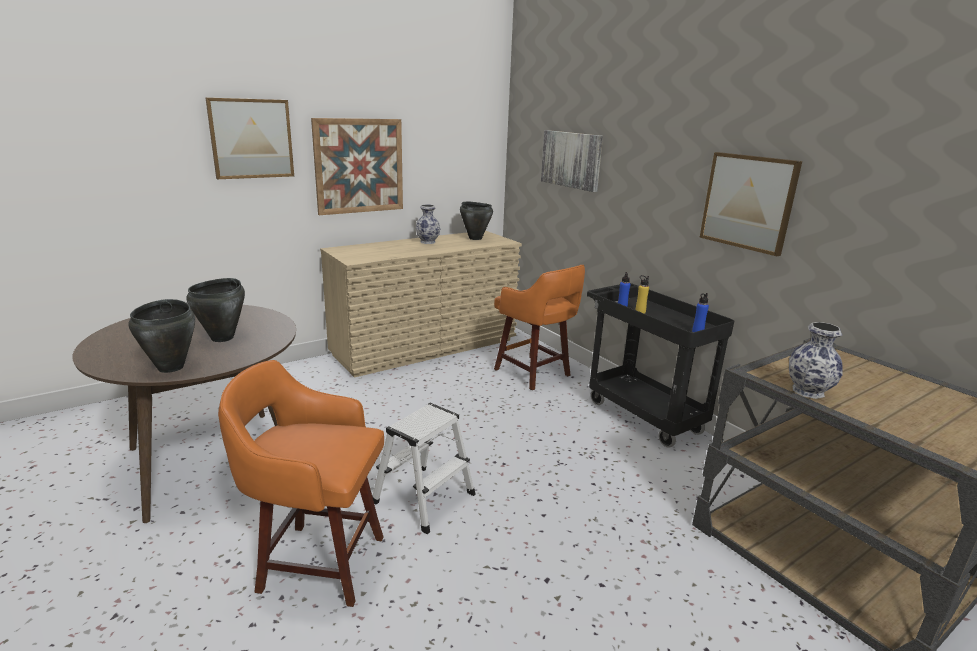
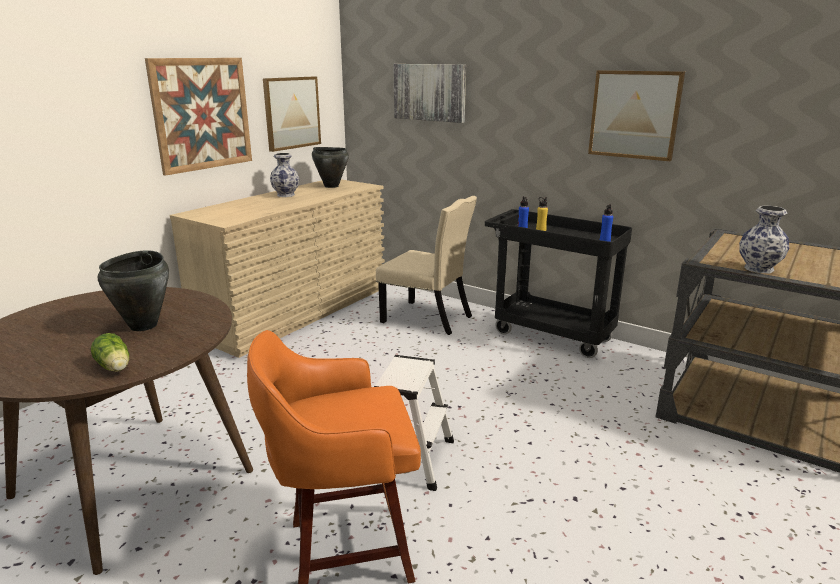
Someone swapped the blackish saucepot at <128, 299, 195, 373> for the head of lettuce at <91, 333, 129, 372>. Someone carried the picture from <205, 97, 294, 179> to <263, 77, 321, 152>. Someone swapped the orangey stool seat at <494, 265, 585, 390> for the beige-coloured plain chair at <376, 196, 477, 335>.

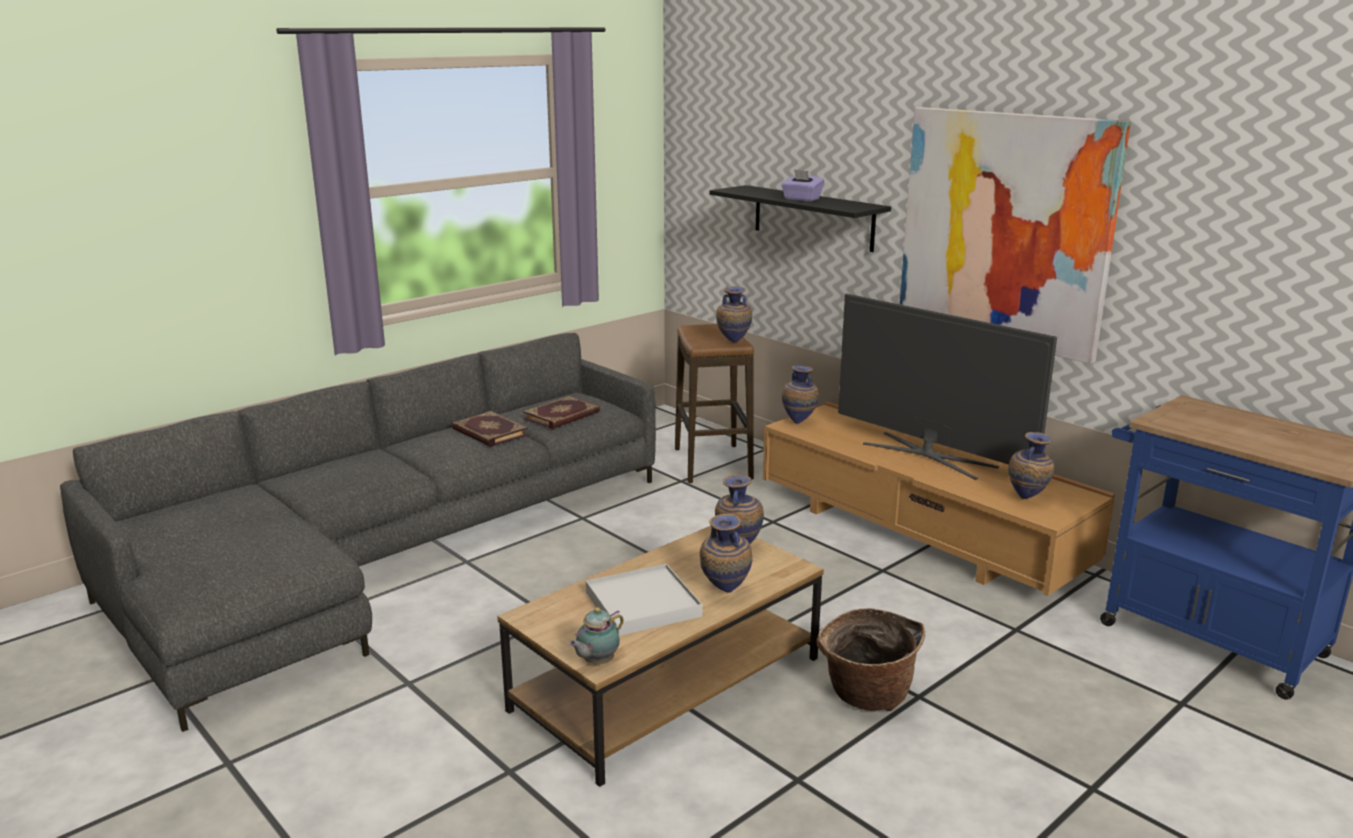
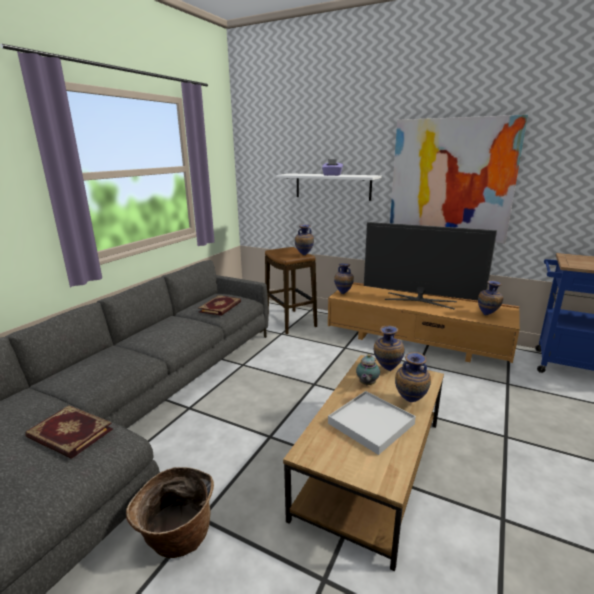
Someone carried the bound book from <452, 411, 529, 447> to <25, 405, 113, 459>. Someone carried the teapot from <569, 607, 624, 665> to <356, 354, 380, 385>. Someone repainted the blackish bracket shelf at <709, 185, 891, 252>, which became the whitish bracket shelf at <276, 173, 382, 201>. Someone carried the storage basket from <817, 608, 925, 711> to <126, 467, 214, 558>.

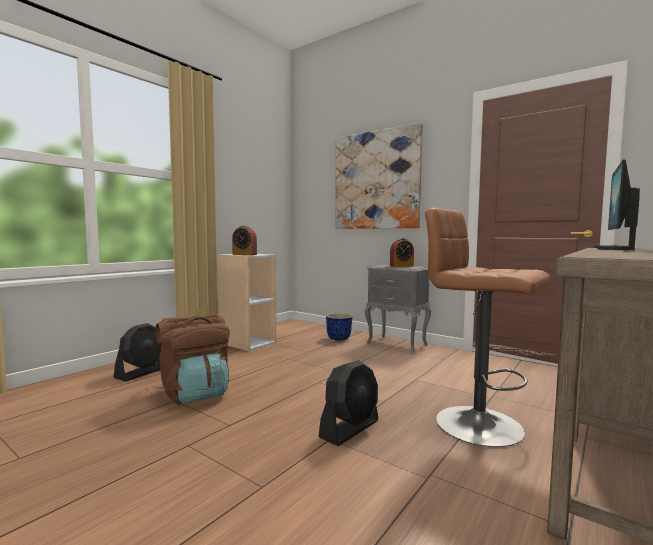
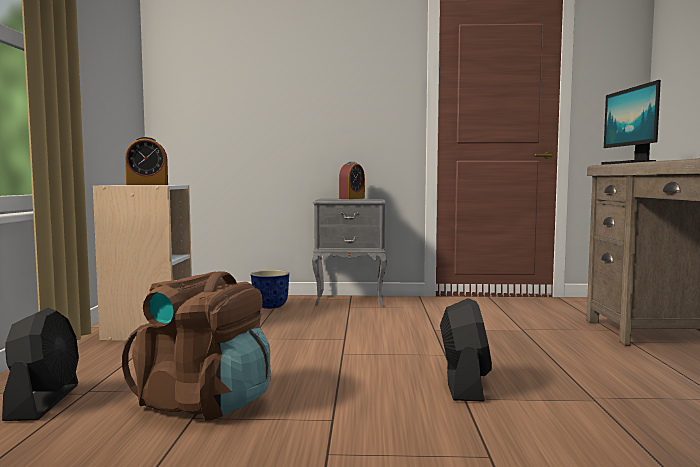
Someone took away the picture at <335, 123, 423, 229>. Someone took away the brown-coloured stool seat at <425, 208, 550, 447>.

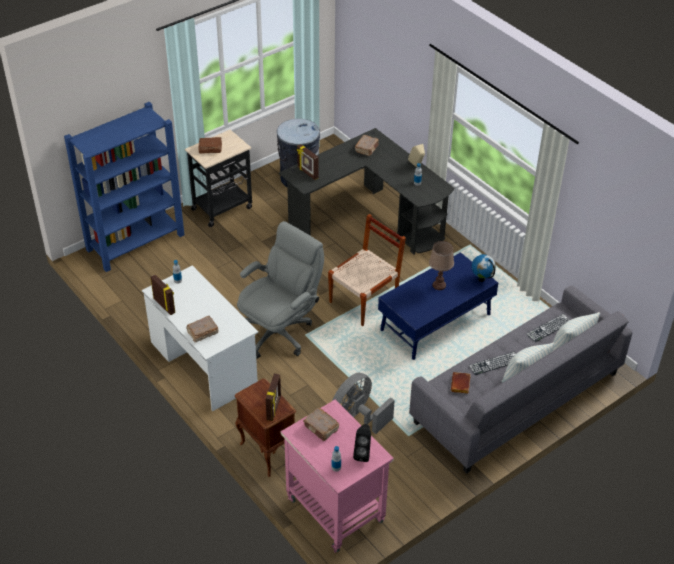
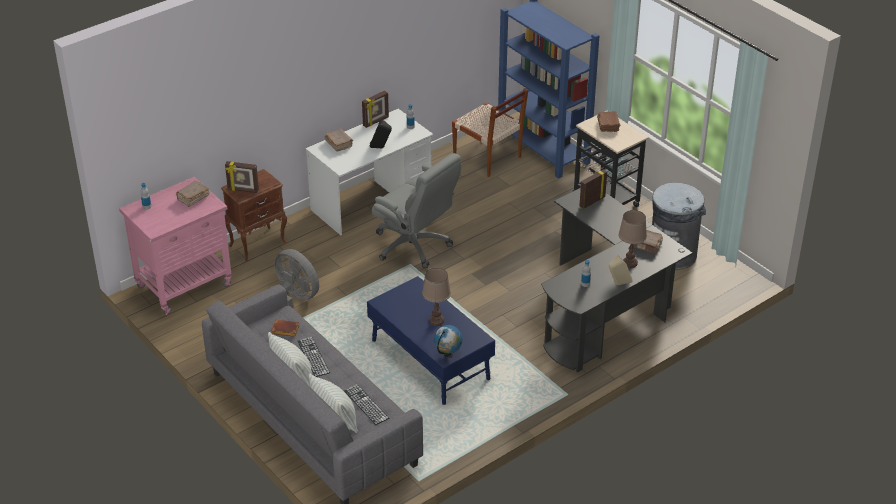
Someone carried the plain chair from <328, 214, 406, 326> to <452, 88, 528, 177>. Someone carried the blackish speaker from <353, 424, 371, 462> to <370, 120, 392, 148>. Someone put down the brown-coloured table lamp at <618, 210, 647, 268>.

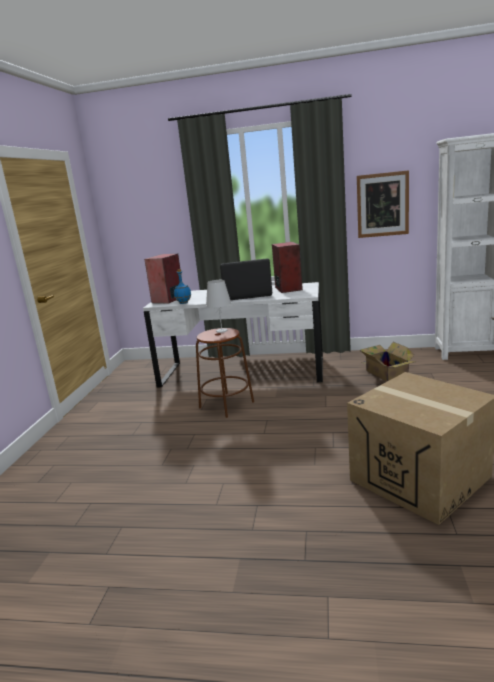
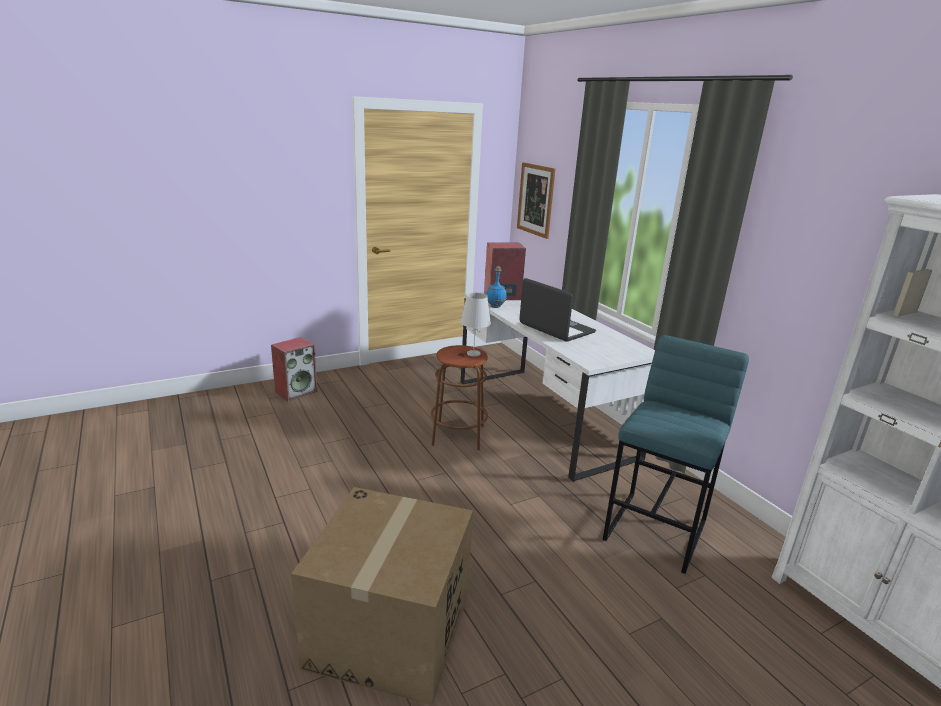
Someone carried the speaker from <272, 242, 303, 293> to <271, 337, 317, 402>. Someone carried the picture from <357, 170, 409, 238> to <517, 162, 555, 239>. Someone swapped the carton at <359, 342, 414, 382> for the turquoise stool seat at <603, 335, 749, 574>.

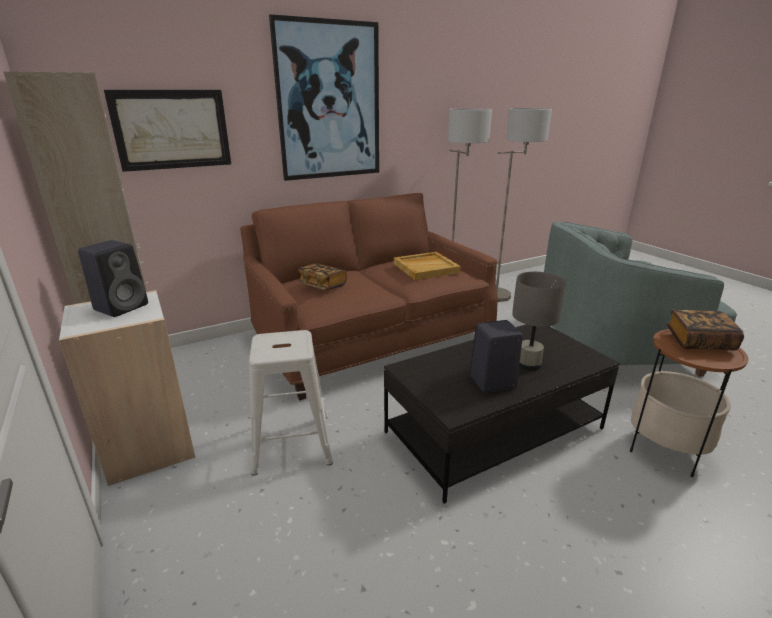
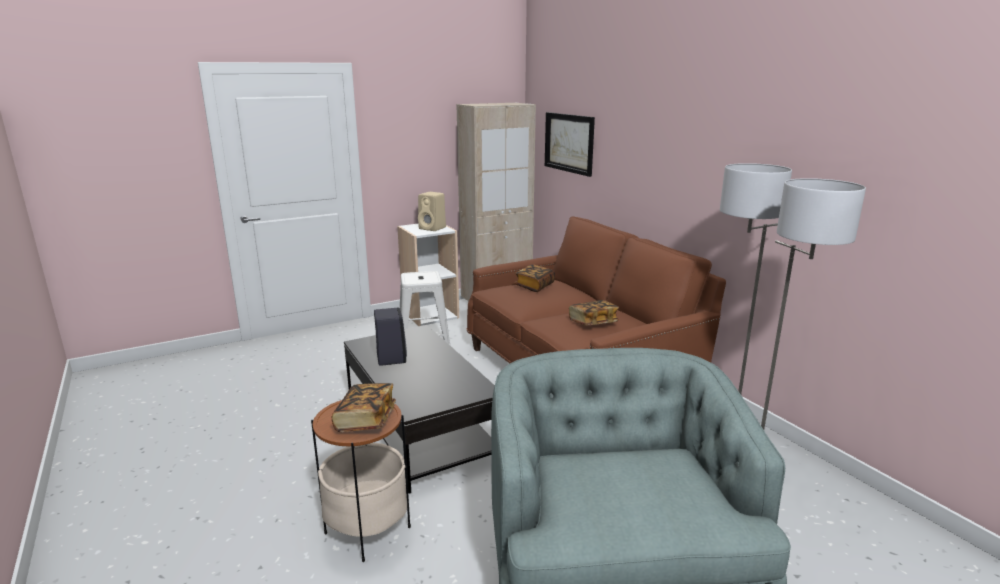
Someone repainted the blackish speaker at <78, 240, 148, 317>, which became the beige-coloured speaker at <418, 192, 446, 231>. Someone took away the picture at <269, 14, 379, 181>. Someone swapped the beige-coloured carrying tray at <394, 252, 461, 280> for the bound book at <569, 300, 619, 326>. Someone took away the grey table lamp at <512, 272, 566, 371>.

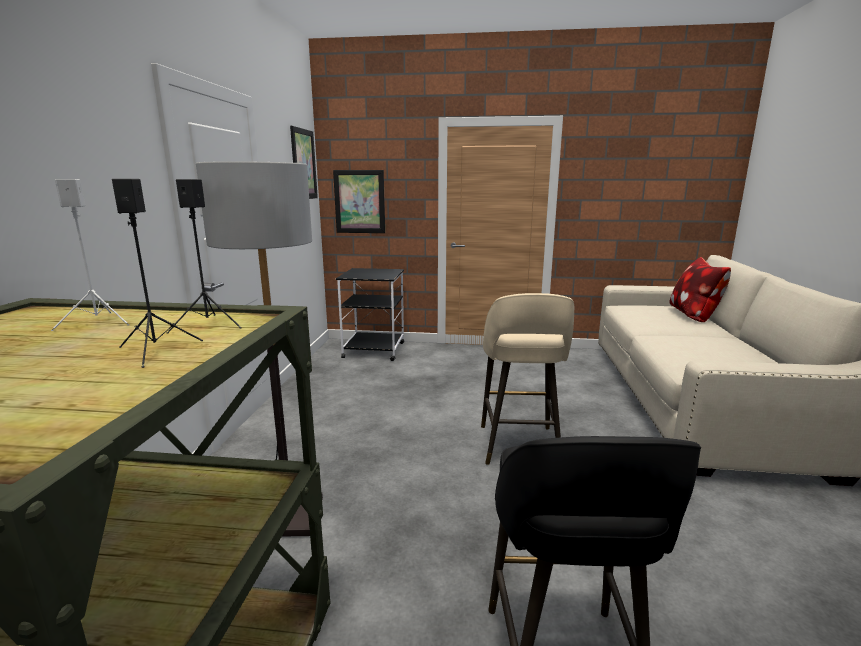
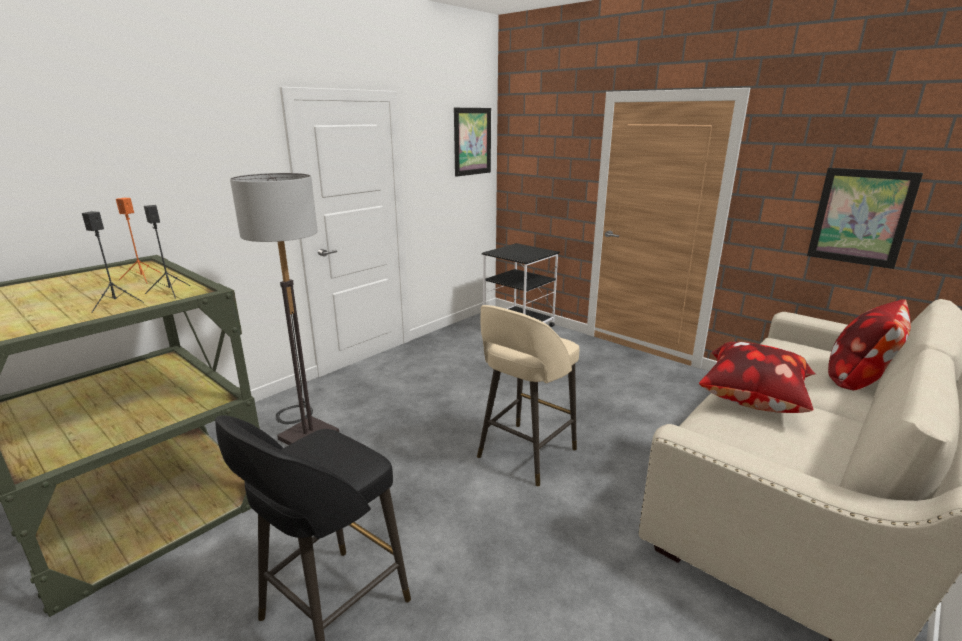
Someone repainted the whitish speaker at <51, 179, 130, 331>, which became the orangey speaker at <116, 198, 161, 284>. Someone carried the picture from <333, 170, 385, 233> to <807, 168, 923, 269>. Someone put down the pillow at <699, 342, 816, 413>.

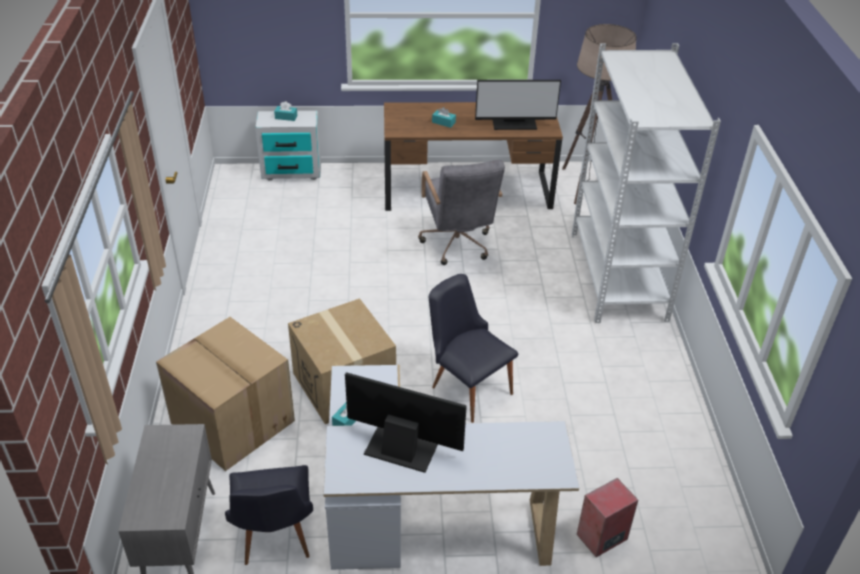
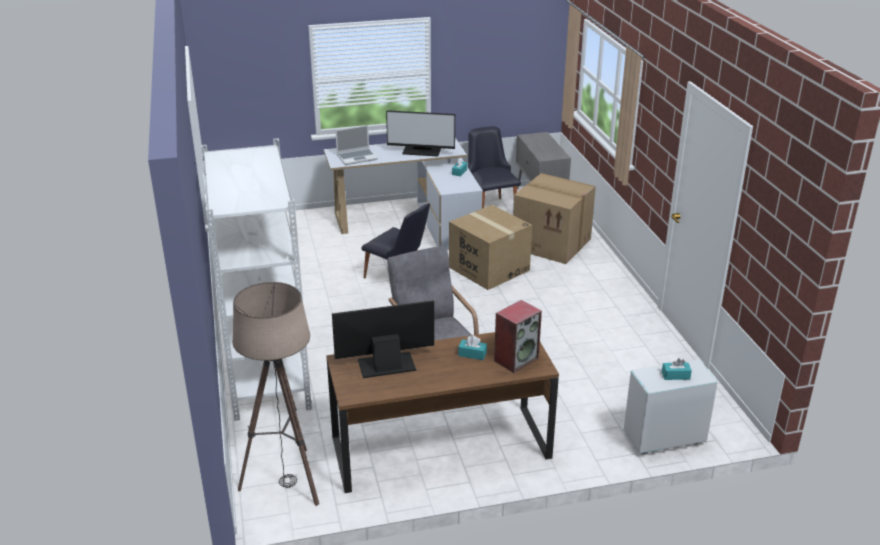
Someone carried the speaker from <577, 478, 638, 557> to <494, 300, 542, 373>. Someone put down the notebook computer at <335, 125, 378, 165>.

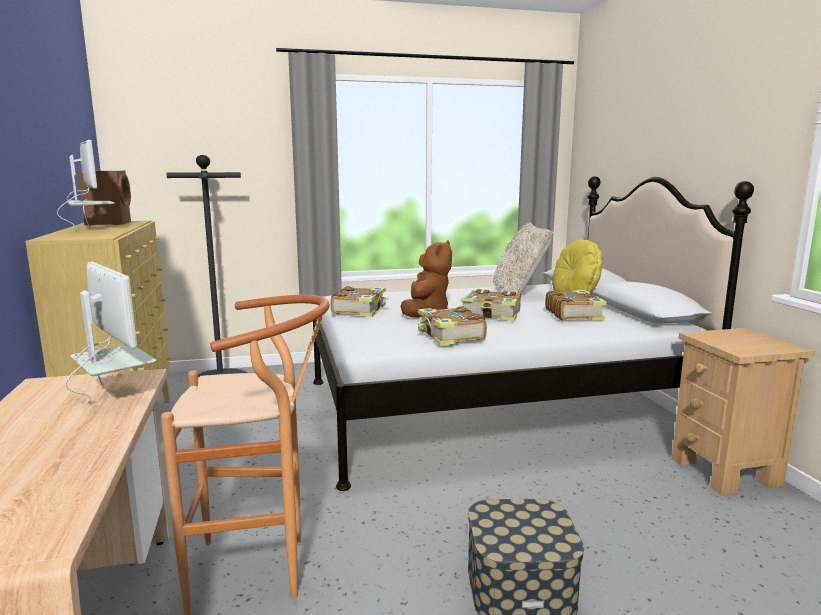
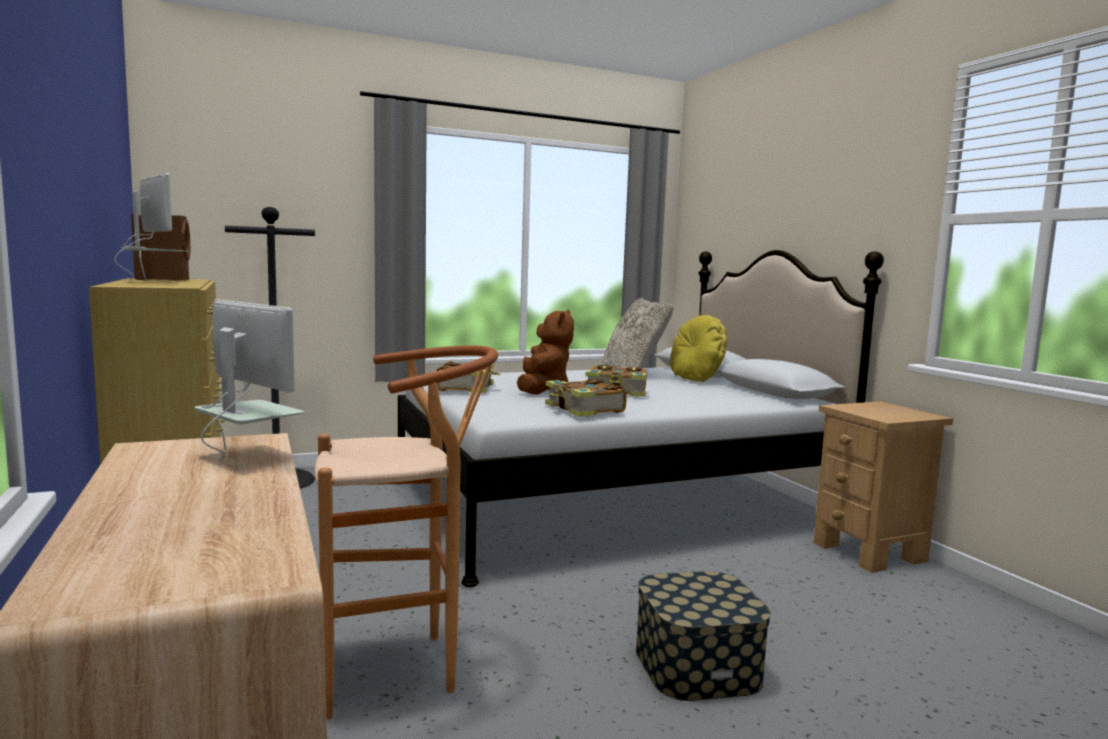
Someone took away the bound book at <545, 290, 607, 320>.

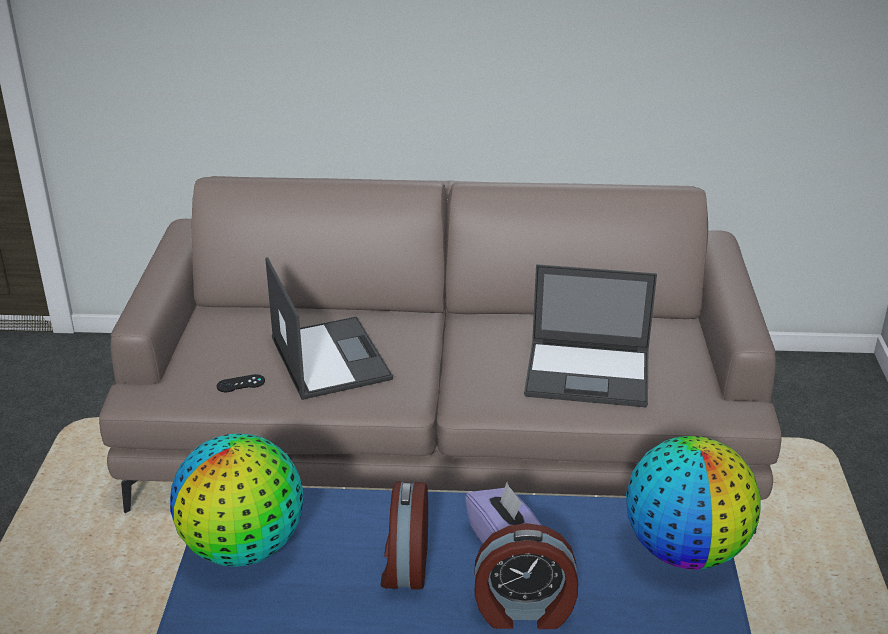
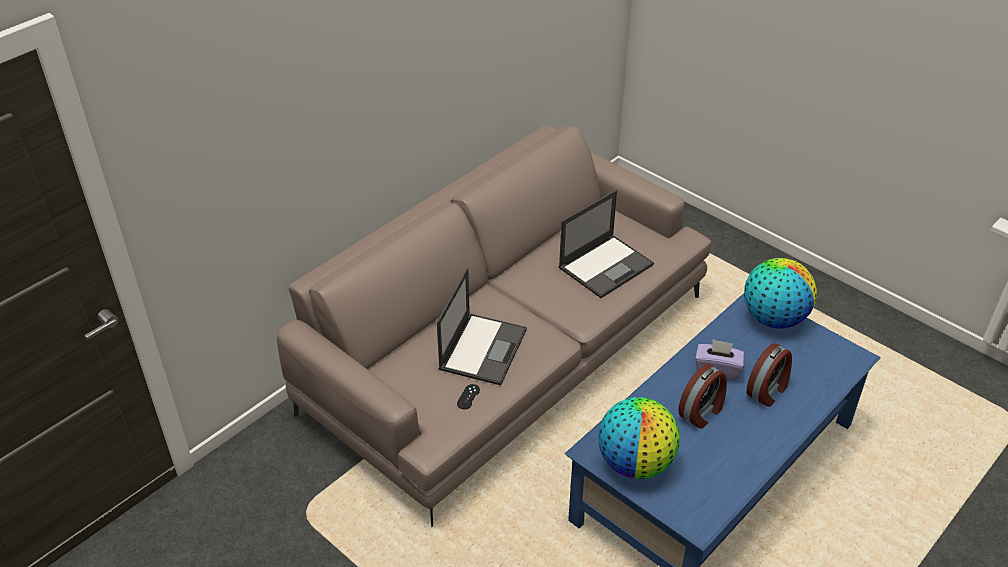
Someone rotated the notebook computer at <266, 257, 393, 400> by 90 degrees clockwise. Someone rotated the alarm clock at <381, 481, 428, 590> by 90 degrees counterclockwise.

